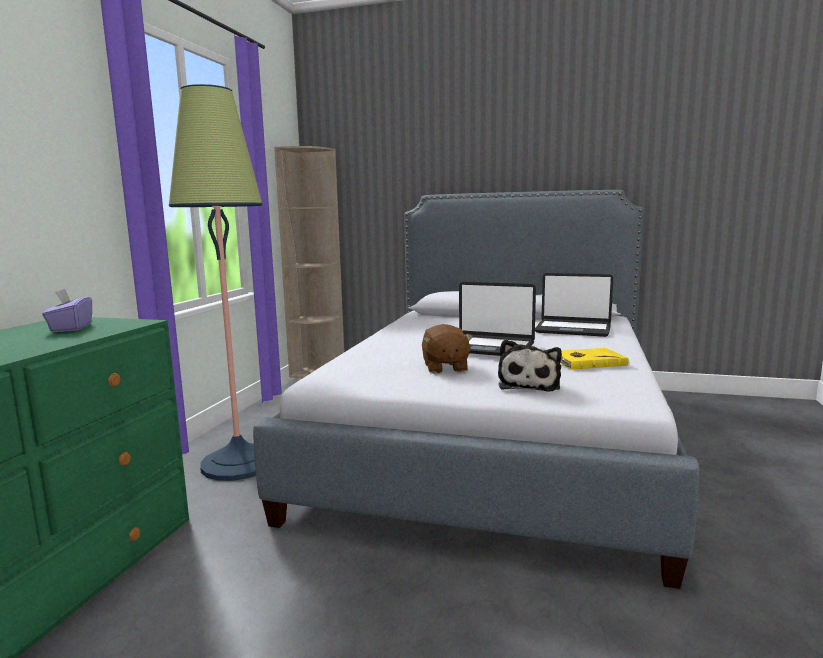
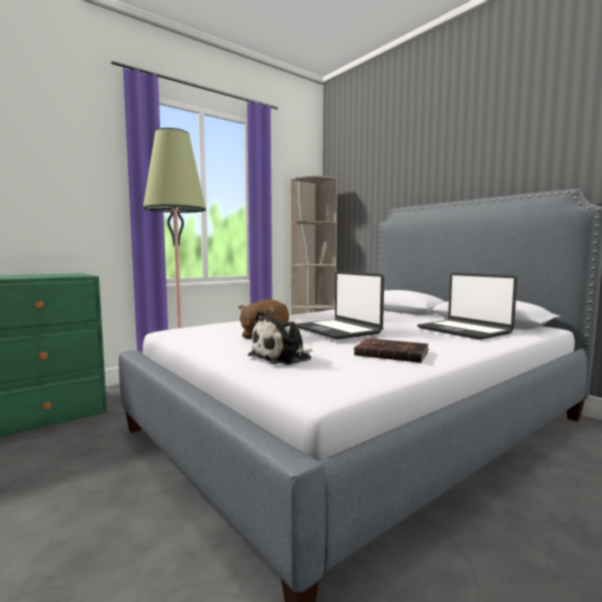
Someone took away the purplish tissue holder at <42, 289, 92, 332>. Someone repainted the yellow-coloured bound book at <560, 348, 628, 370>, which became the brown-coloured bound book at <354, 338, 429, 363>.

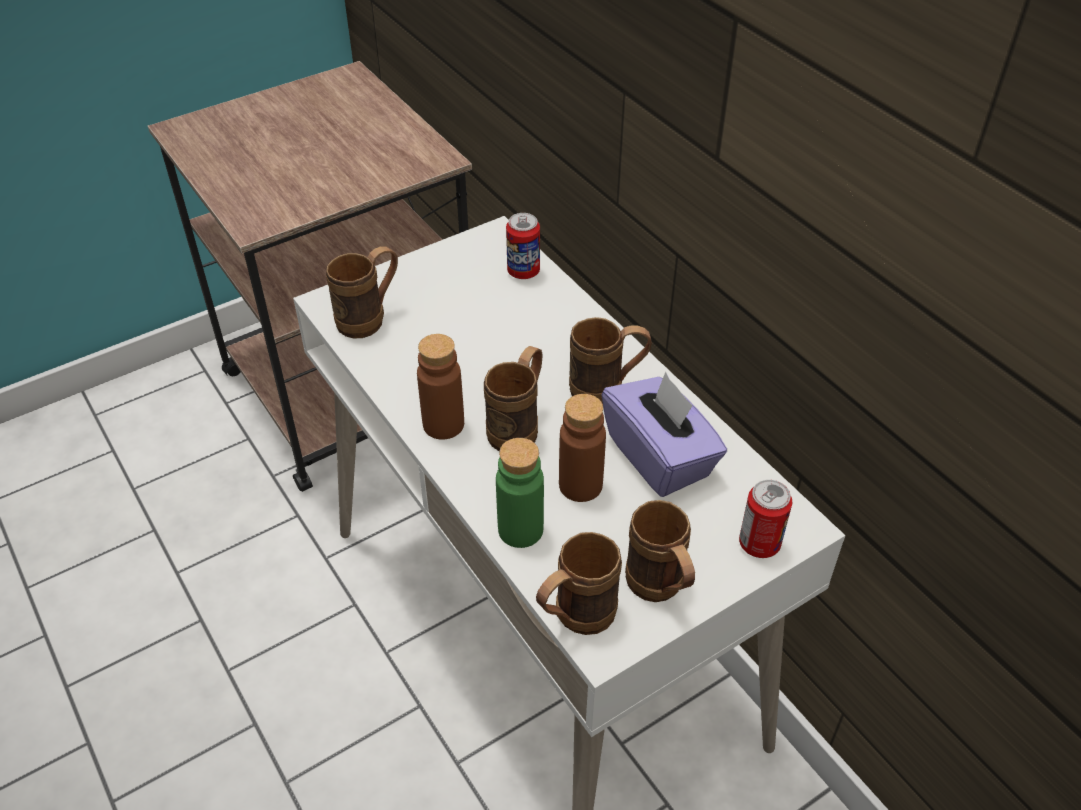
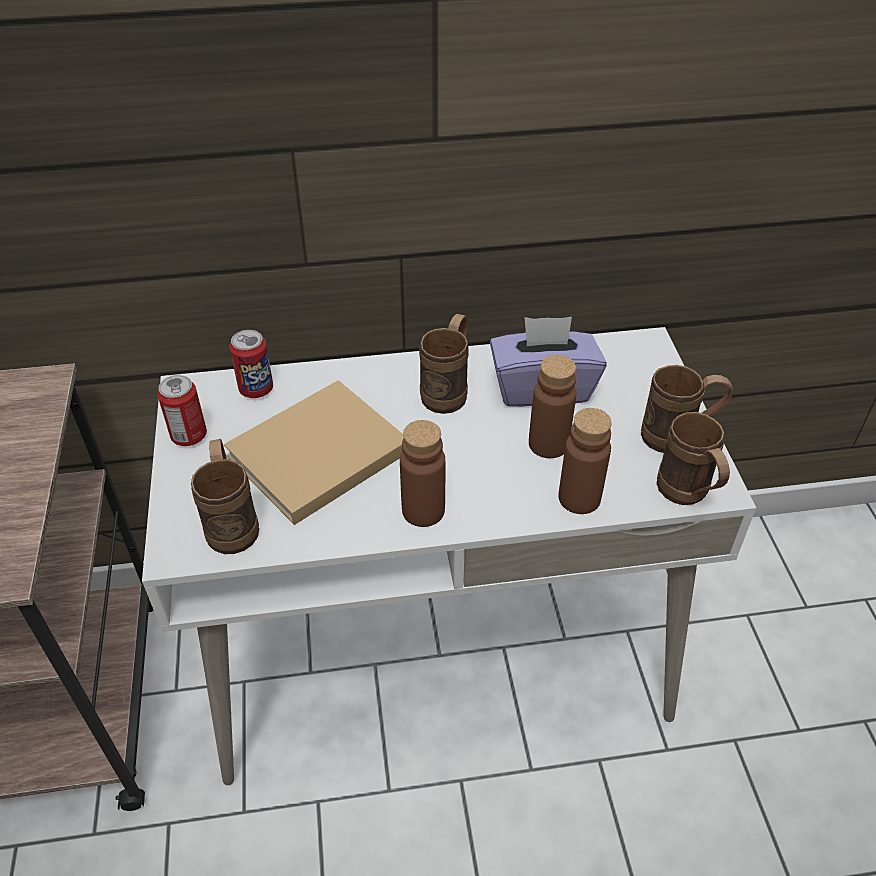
Someone took away the brown-coloured tea mug at <484, 346, 543, 451>. Someone repainted the green bottle at <496, 438, 544, 548>, which became the brown-coloured bottle at <558, 408, 612, 514>. Someone carried the sealed can from <739, 480, 792, 558> to <157, 375, 207, 446>. Someone put down the beige-coloured bound book at <224, 380, 404, 525>.

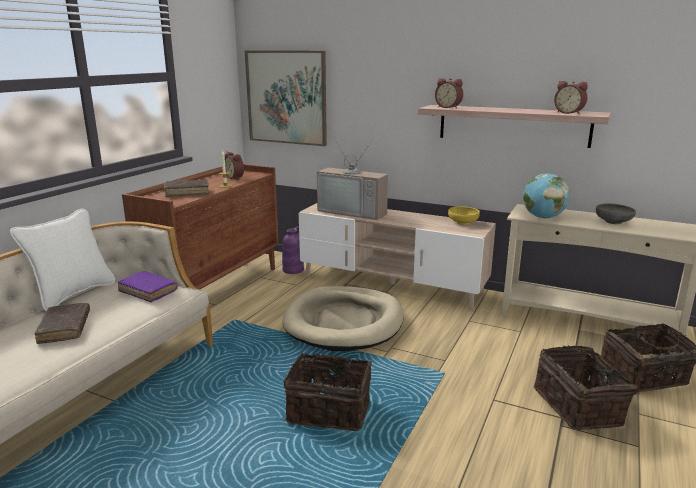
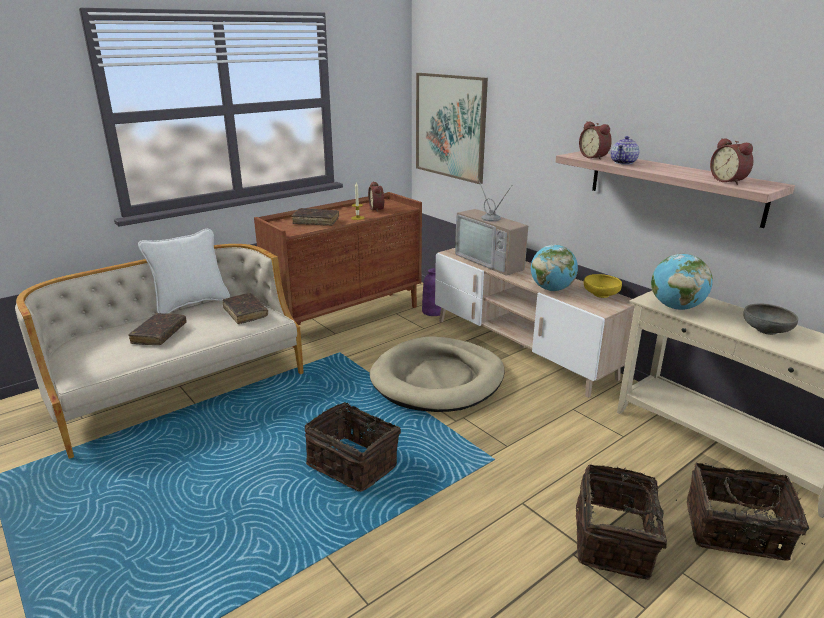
Someone repainted the purplish bound book at <118, 271, 178, 302>, which became the brown-coloured bound book at <223, 293, 268, 324>. Someone put down the globe at <531, 245, 578, 291>. Someone put down the teapot at <611, 136, 639, 165>.

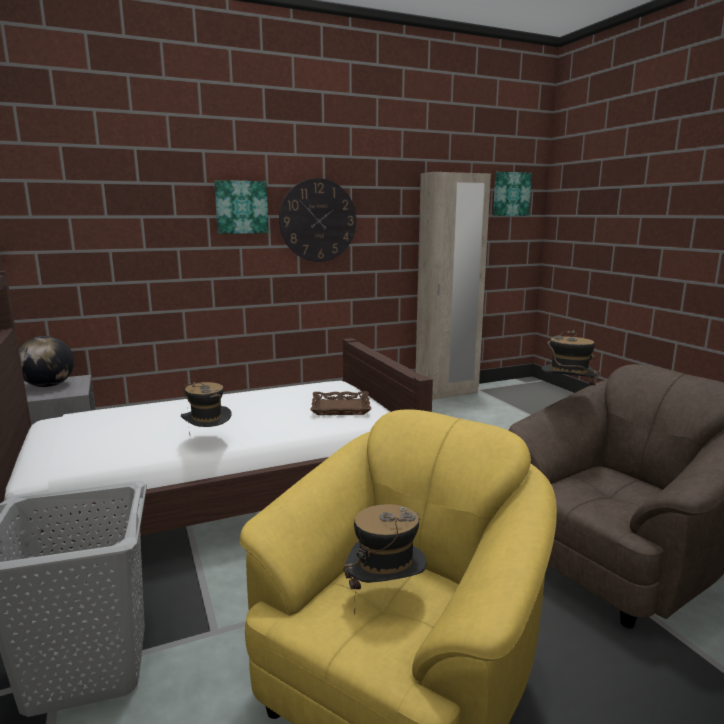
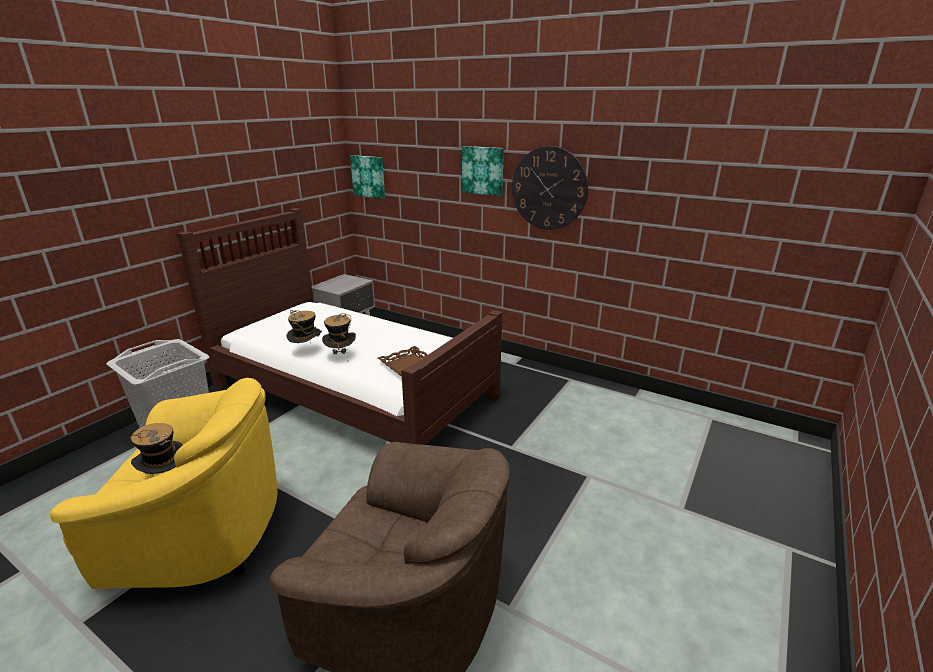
Someone took away the globe at <19, 336, 74, 387>. Someone took away the beige-coloured clothes cupboard at <416, 172, 491, 400>. Someone carried the picture from <493, 172, 532, 216> to <350, 155, 385, 199>. Someone carried the wearable hat from <542, 330, 600, 395> to <322, 313, 356, 354>.

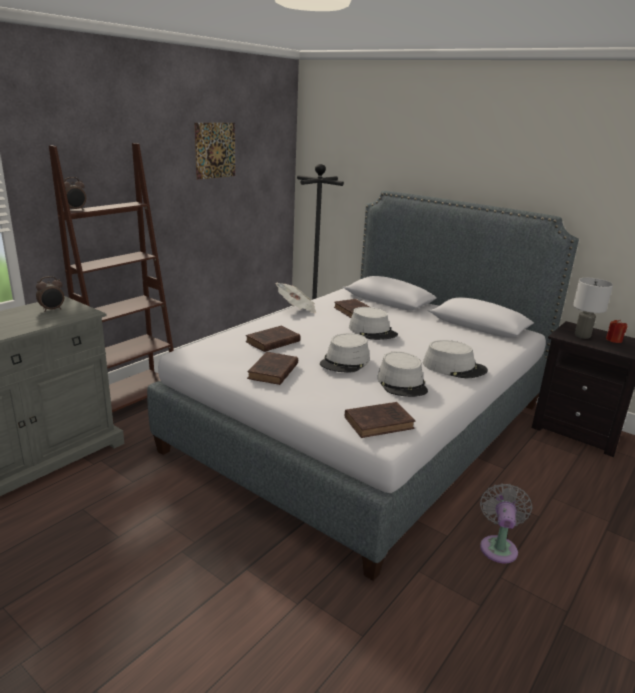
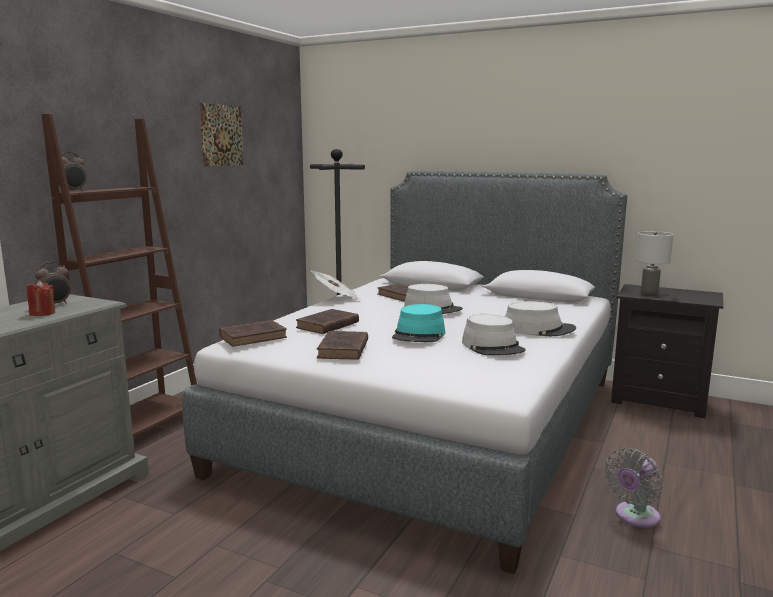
Someone repainted the grey wearable hat at <320, 333, 370, 373>, which became the turquoise wearable hat at <392, 304, 445, 342>. Someone carried the brown-coloured bound book from <345, 402, 415, 438> to <219, 320, 287, 347>. Someone rotated the grey electric fan at <480, 483, 532, 564> by 135 degrees counterclockwise. Someone carried the red-coloured candle from <606, 320, 627, 343> to <27, 280, 55, 316>.

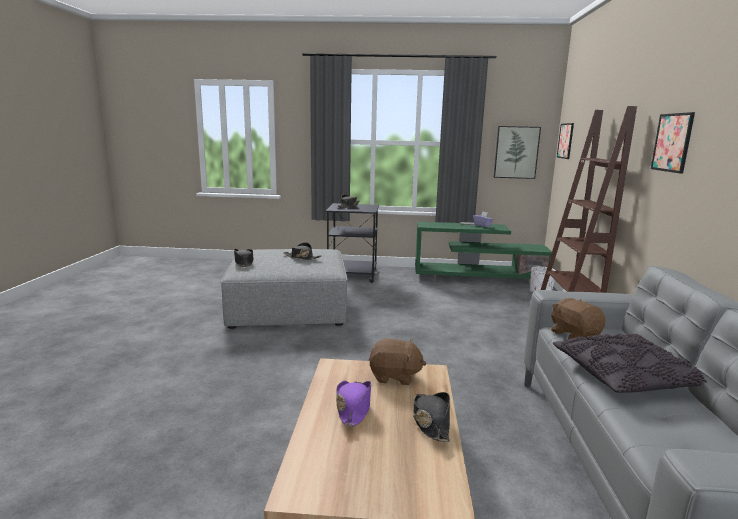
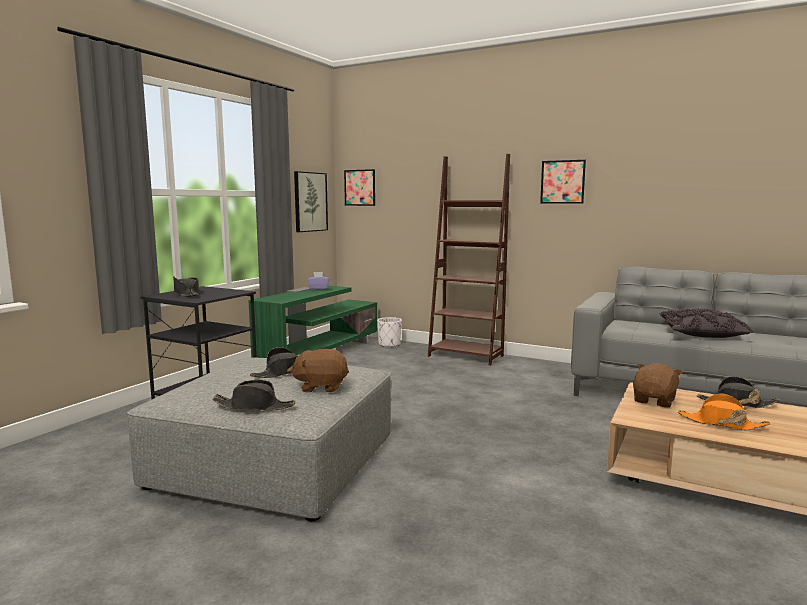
Someone repainted the purplish wearable hat at <336, 381, 371, 426>, which became the orangey wearable hat at <678, 394, 770, 431>. Someone carried the brown-coloured cuddly toy from <551, 298, 605, 339> to <290, 349, 349, 392>.

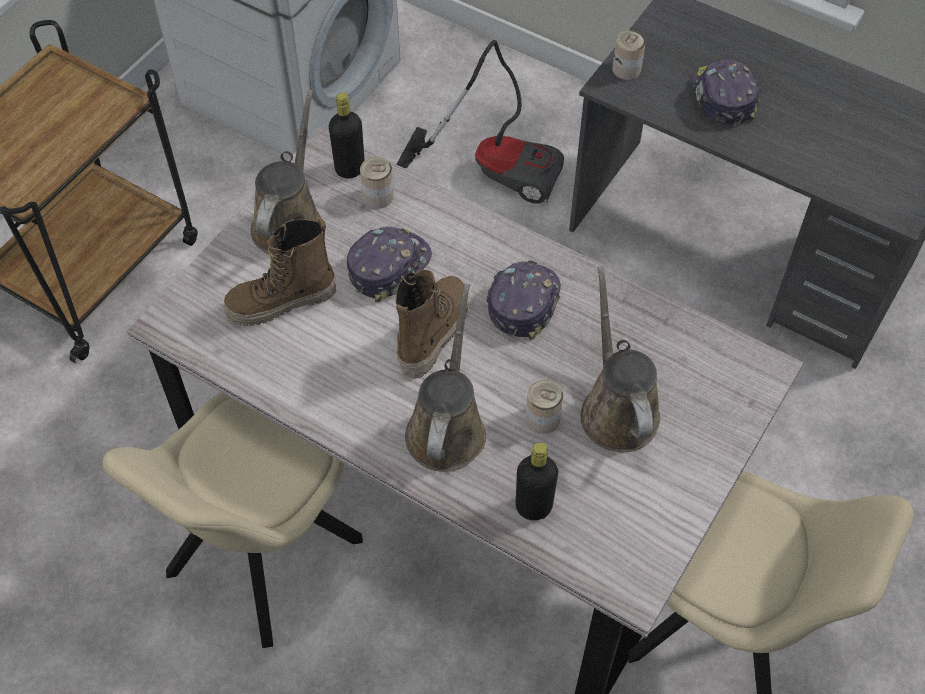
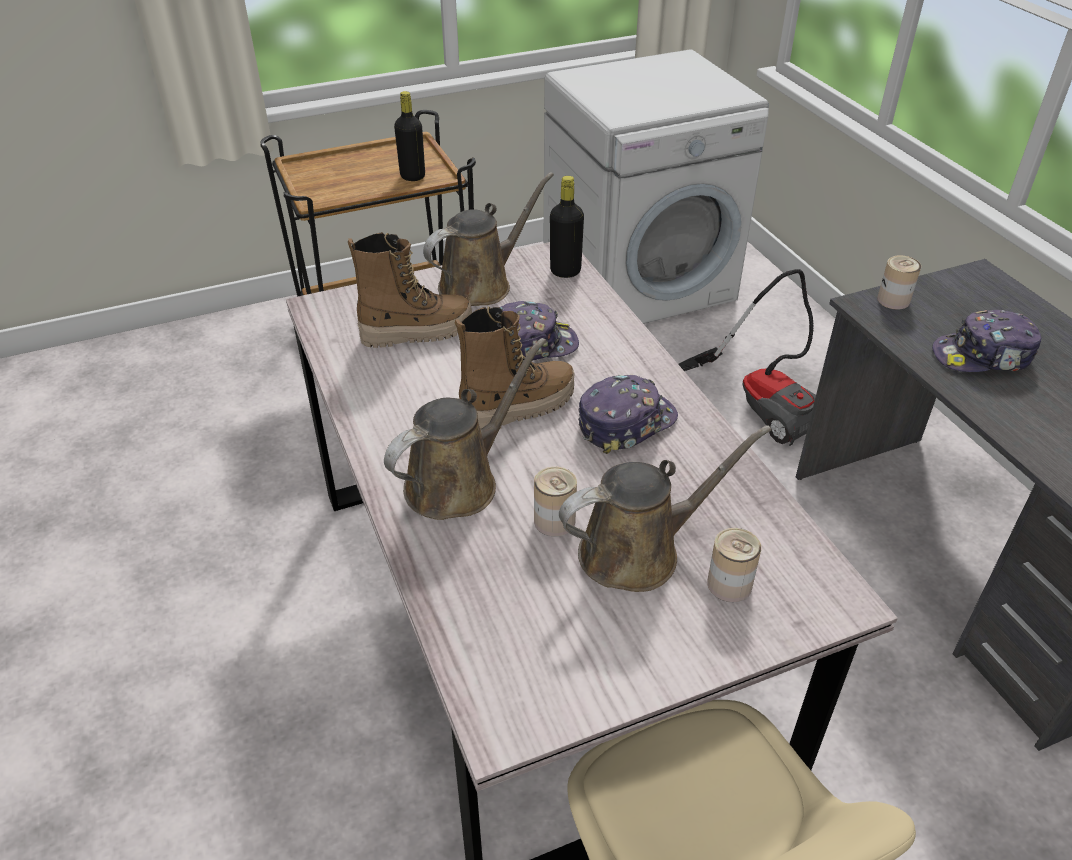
Someone took away the beige-coloured plain chair at <102, 393, 363, 648>. Someone rotated the boot at <224, 218, 336, 326> by 150 degrees clockwise. Someone carried the sealed can from <360, 157, 394, 209> to <707, 528, 761, 602>. Someone carried the blackish bottle from <516, 443, 558, 520> to <394, 91, 425, 181>. Someone rotated the brown-coloured watering can at <580, 266, 660, 452> by 45 degrees clockwise. Someone rotated the baseball cap at <692, 58, 759, 125> by 120 degrees counterclockwise.

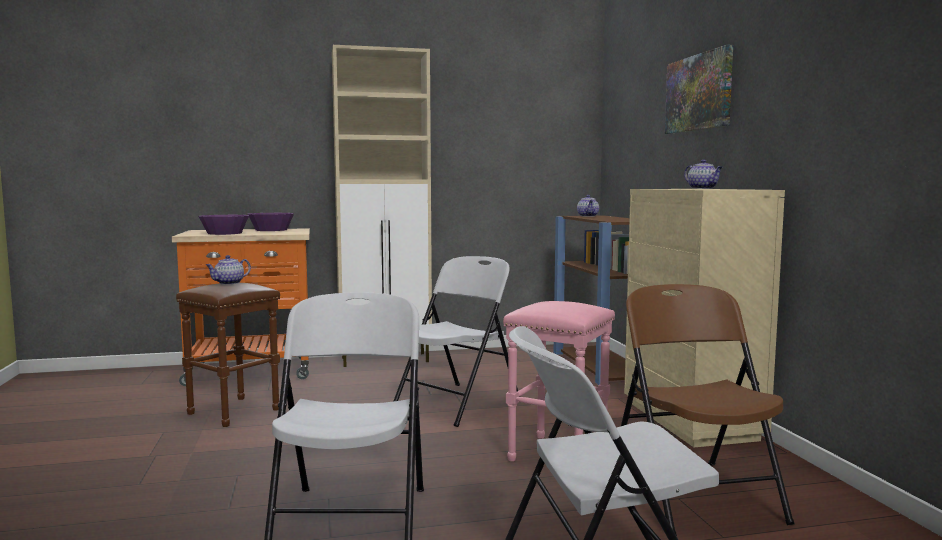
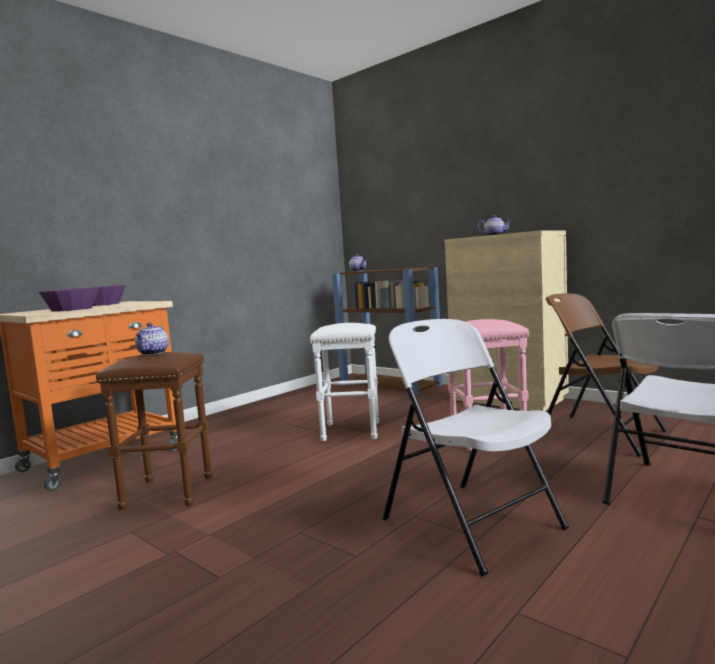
Someone took away the beige-coloured cupboard at <332, 45, 432, 367>. Someone swapped the whitish plain chair at <393, 256, 518, 427> for the whitish stool seat at <310, 323, 379, 441>. Someone took away the picture at <665, 45, 733, 134>.

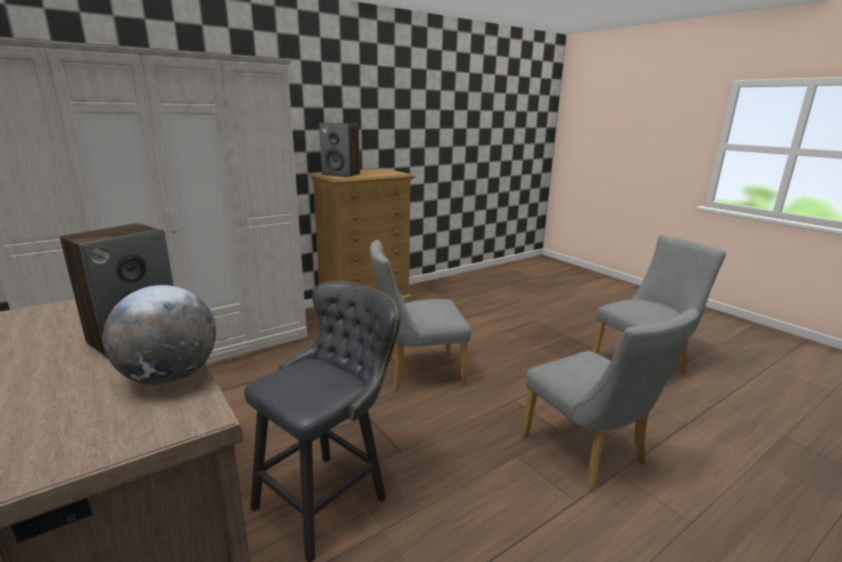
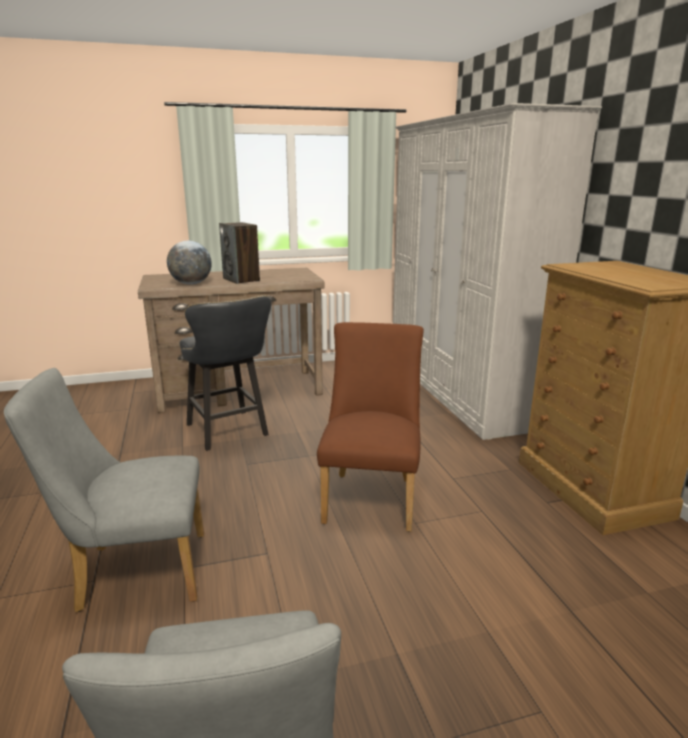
Someone took away the speaker at <319, 123, 360, 177>. Someone repainted the grey plain chair at <370, 240, 471, 390>, which became the brown-coloured plain chair at <317, 322, 424, 532>.

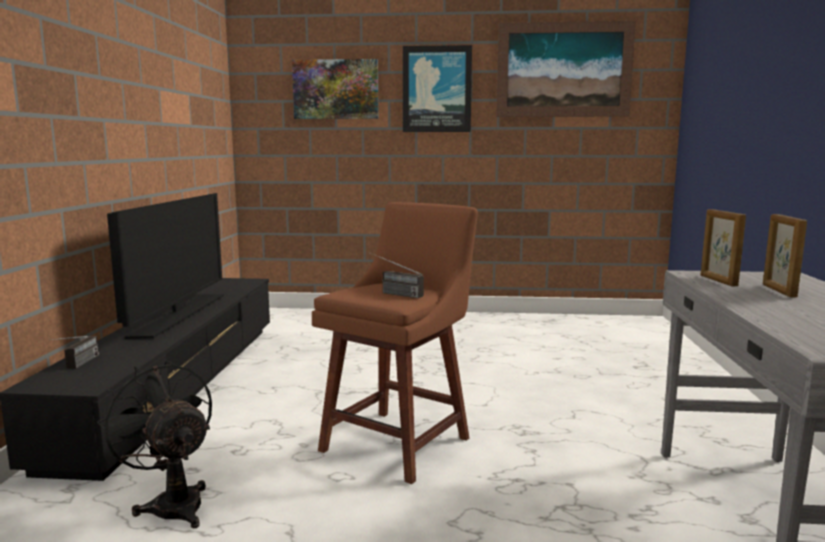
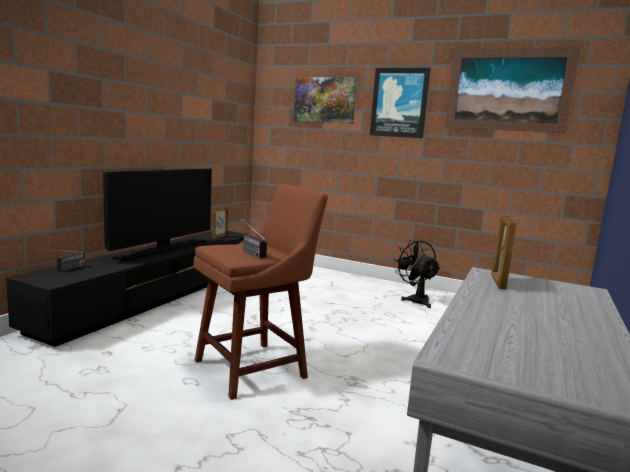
Someone carried the blackish electric fan from <97, 360, 212, 528> to <394, 240, 440, 308>. Someone carried the standing frame from <763, 214, 807, 297> to <212, 208, 228, 238>.

